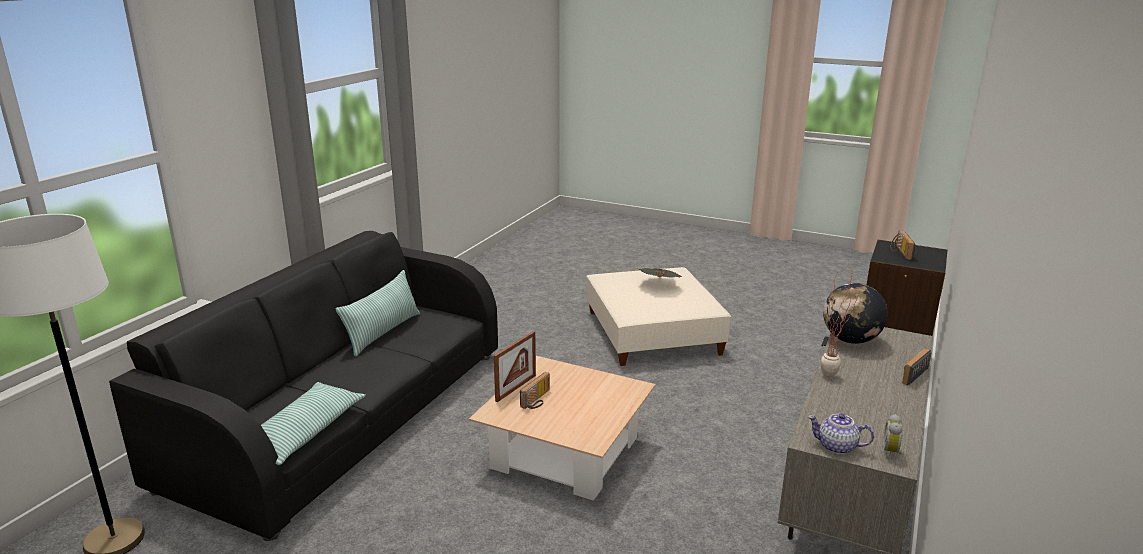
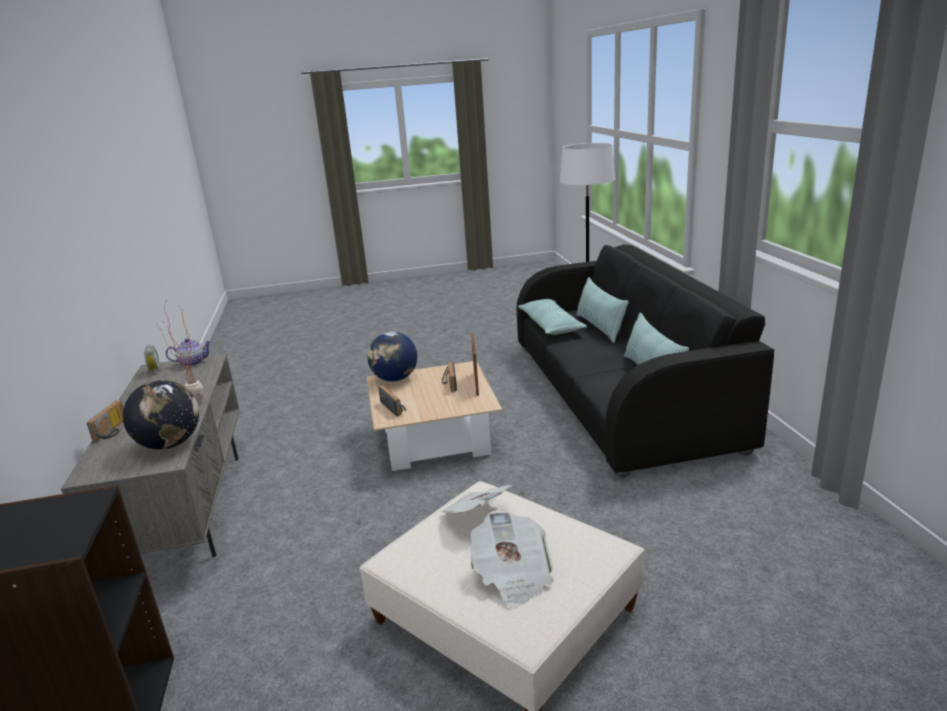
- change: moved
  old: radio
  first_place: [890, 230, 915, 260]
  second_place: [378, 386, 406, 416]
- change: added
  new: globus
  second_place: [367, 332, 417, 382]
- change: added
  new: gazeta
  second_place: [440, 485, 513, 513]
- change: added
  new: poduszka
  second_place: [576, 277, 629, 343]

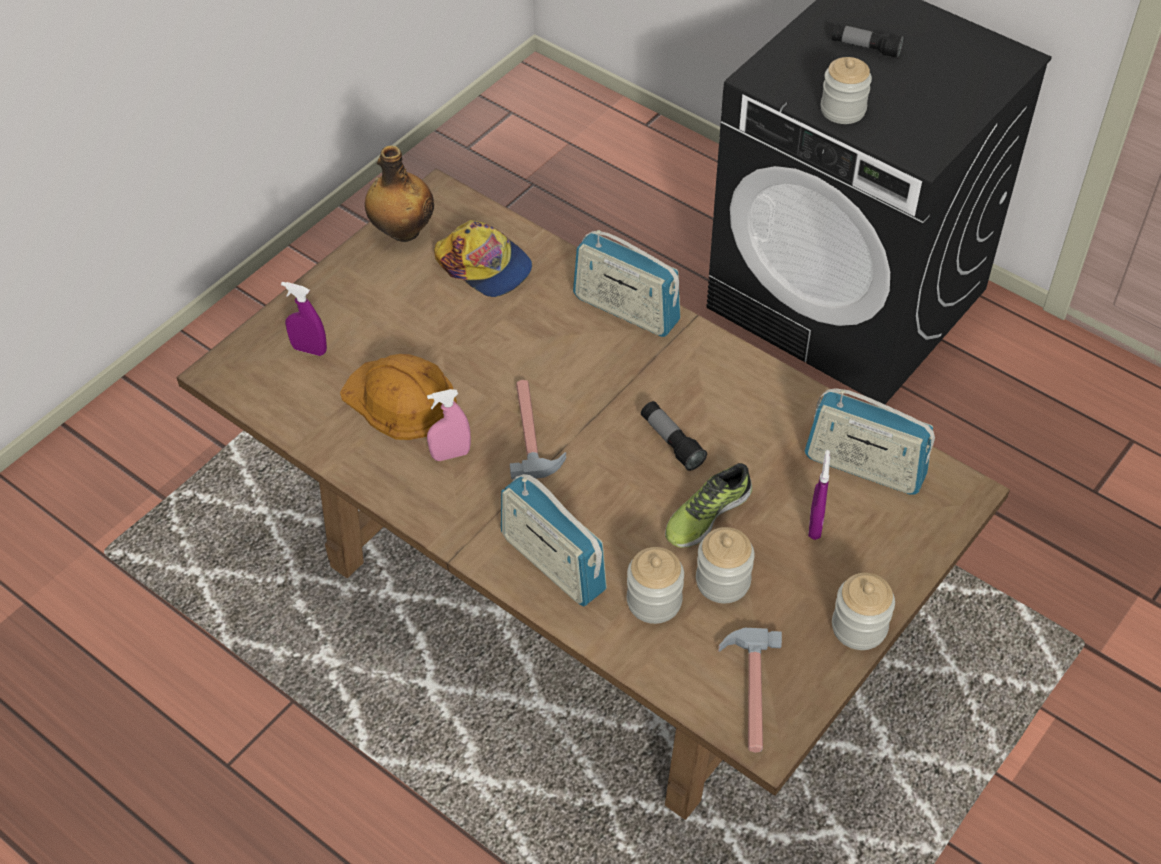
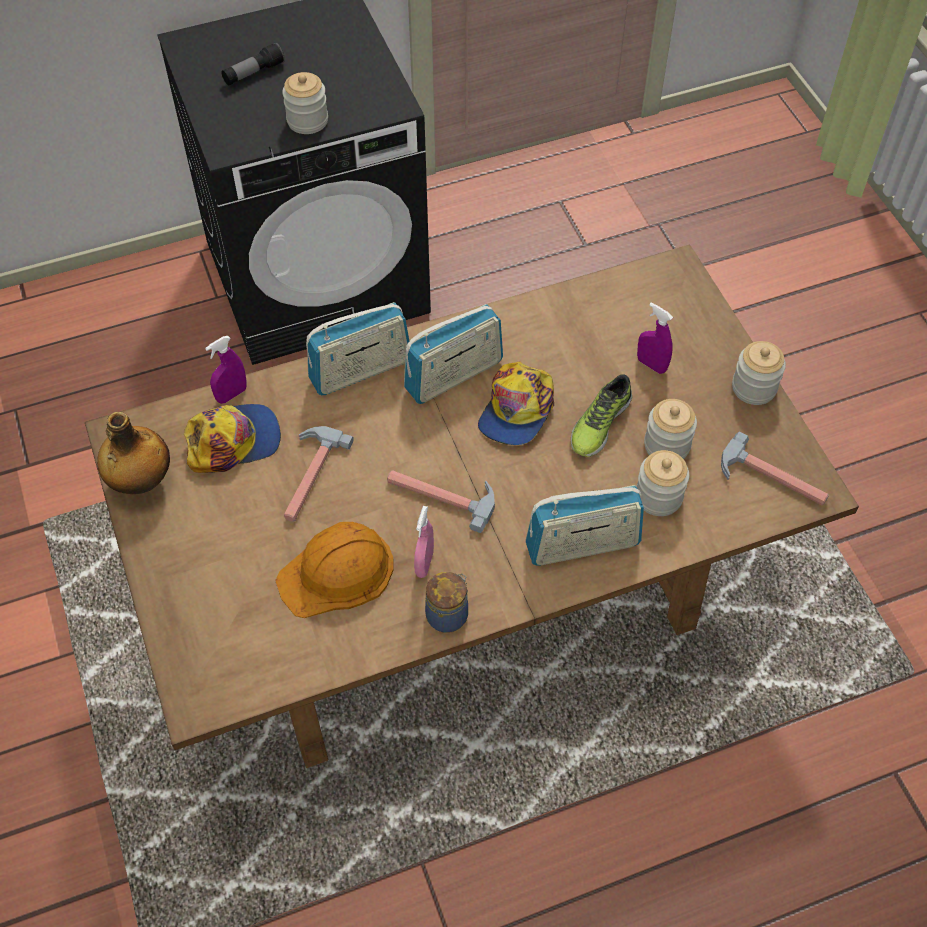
- change: moved
  old: spryskiwacz (fioletowy)
  first_place: [281, 282, 327, 356]
  second_place: [205, 336, 247, 404]
- change: replaced
  old: latarka
  new: czapka z daszkiem
  first_place: [641, 401, 707, 471]
  second_place: [478, 362, 554, 445]
- change: turned
  old: but
  first_place: [665, 463, 752, 548]
  second_place: [571, 374, 632, 457]
  degrees: 45
- change: moved
  old: radio
  first_place: [805, 388, 935, 495]
  second_place: [404, 304, 503, 404]
- change: added
  new: młotek
  second_place: [284, 426, 354, 521]
- change: added
  new: słoik
  second_place: [425, 572, 468, 633]

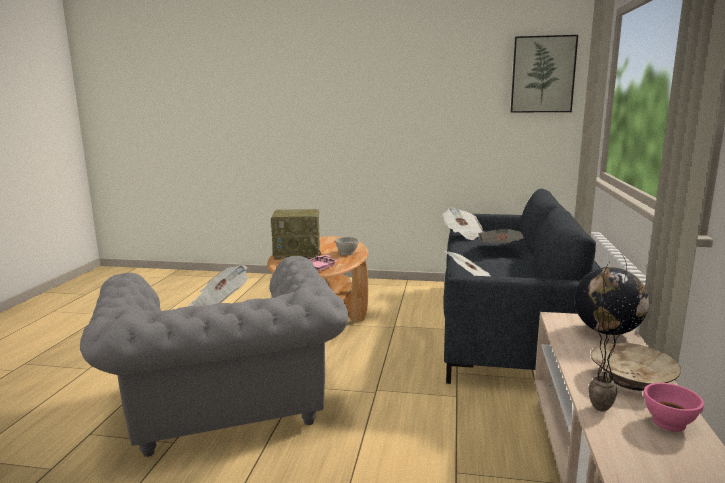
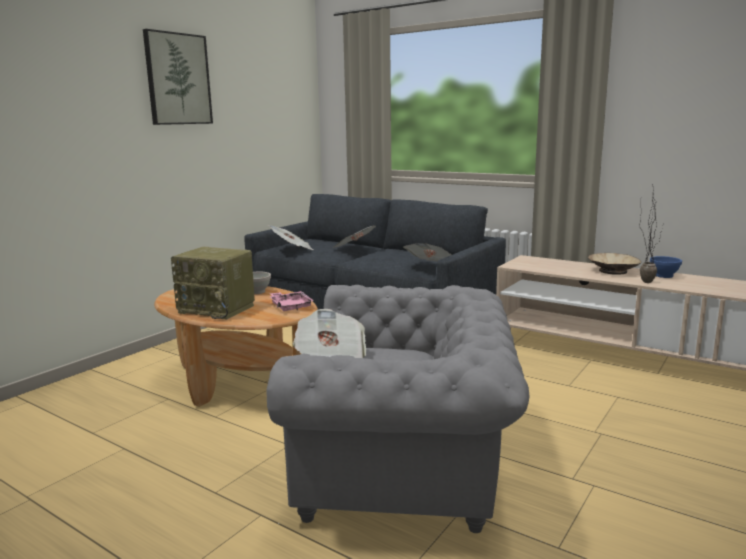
- change: turned
  old: radio
  first_place: [271, 209, 321, 260]
  second_place: [171, 247, 255, 320]
  degrees: 90
- change: moved
  old: obraz
  first_place: [511, 35, 578, 113]
  second_place: [143, 29, 213, 125]
- change: removed
  old: globus
  first_place: [574, 267, 649, 335]
- change: recoloured
  old: miska (różowy)
  new: miska (niebieski)
  first_place: [643, 383, 704, 432]
  second_place: [650, 256, 682, 278]

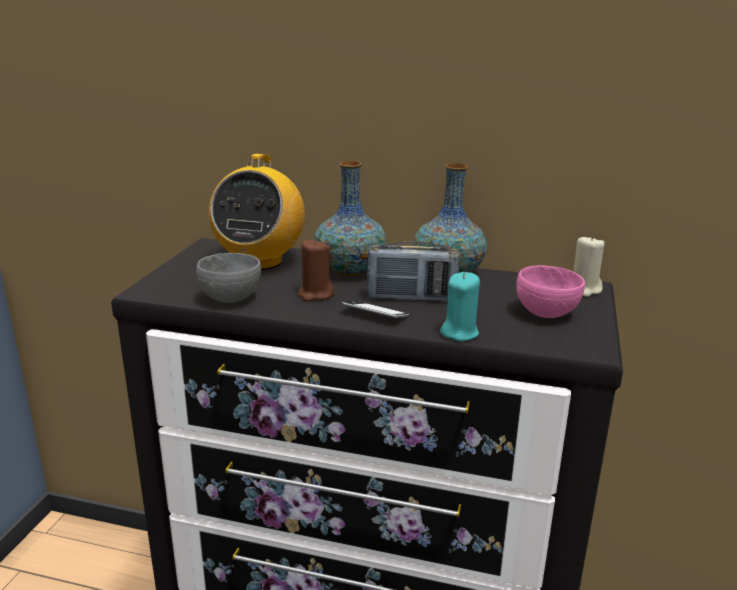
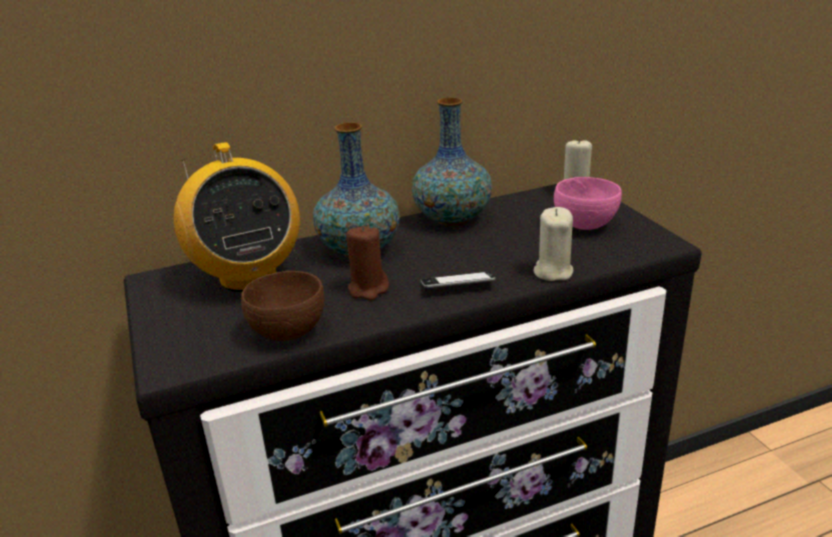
- change: recoloured
  old: miska (szary)
  new: miska (brązowy)
  first_place: [196, 253, 261, 303]
  second_place: [241, 271, 324, 341]
- change: removed
  old: radio
  first_place: [367, 241, 460, 302]
- change: recoloured
  old: świeca (turkusowy)
  new: świeca (beżowy)
  first_place: [440, 272, 480, 341]
  second_place: [533, 207, 573, 281]

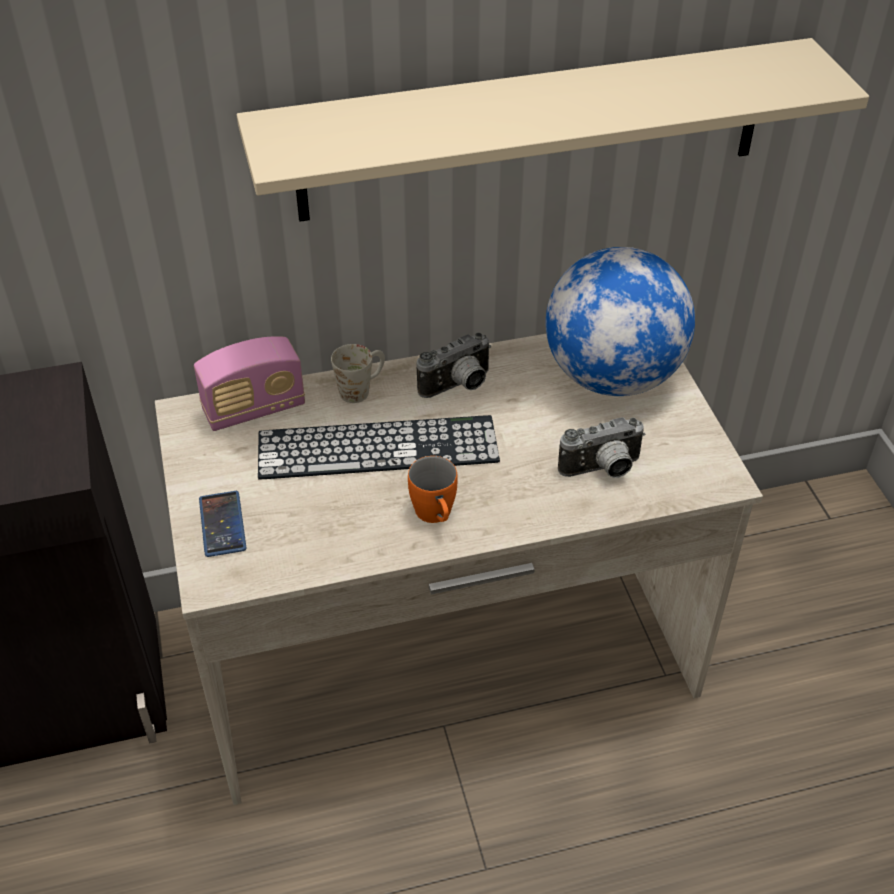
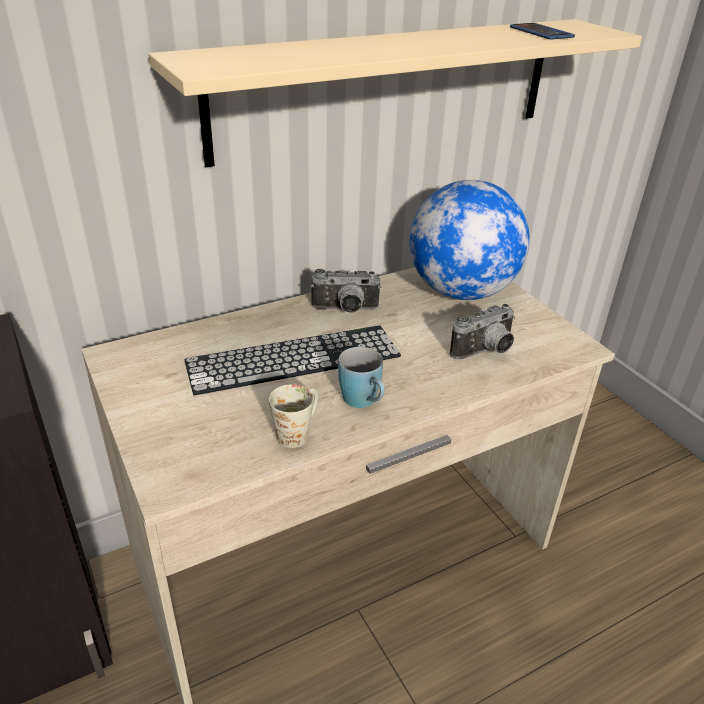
- change: removed
  old: radio
  first_place: [194, 336, 305, 431]
- change: moved
  old: telefon
  first_place: [199, 491, 247, 557]
  second_place: [510, 23, 575, 40]
- change: moved
  old: kubek (biały)
  first_place: [331, 344, 385, 403]
  second_place: [269, 384, 319, 448]
- change: recoloured
  old: kubek (pomarańczowy)
  new: kubek (niebieski)
  first_place: [408, 456, 458, 523]
  second_place: [338, 347, 385, 408]
- change: turned
  old: aparat fotograficzny
  first_place: [417, 332, 491, 398]
  second_place: [311, 269, 381, 313]
  degrees: 45

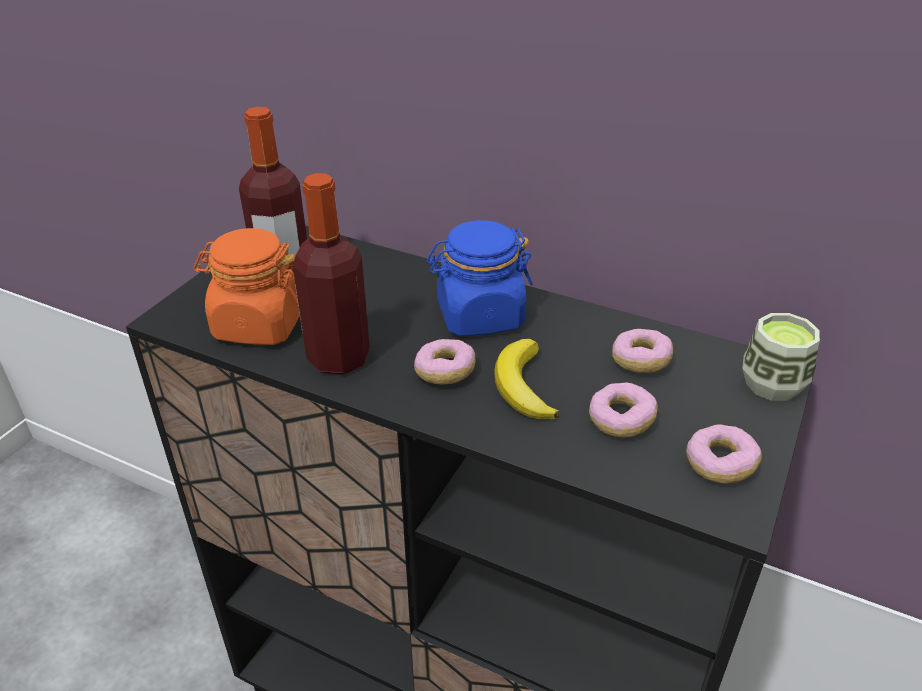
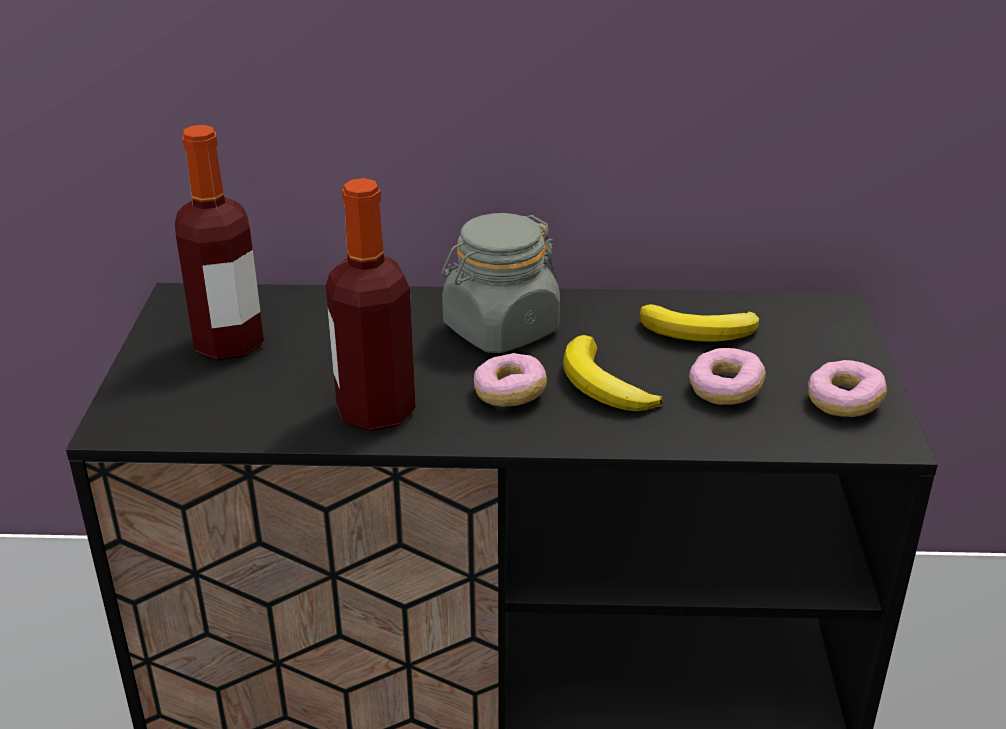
- change: removed
  old: słoik (pomarańczowy)
  first_place: [193, 228, 300, 345]
- change: recoloured
  old: słoik (niebieski)
  new: słoik (szary)
  first_place: [426, 220, 533, 336]
  second_place: [442, 213, 560, 353]
- change: replaced
  old: donut
  new: banan
  first_place: [612, 329, 673, 373]
  second_place: [639, 304, 759, 342]
- change: removed
  old: filiżanka
  first_place: [742, 313, 820, 401]

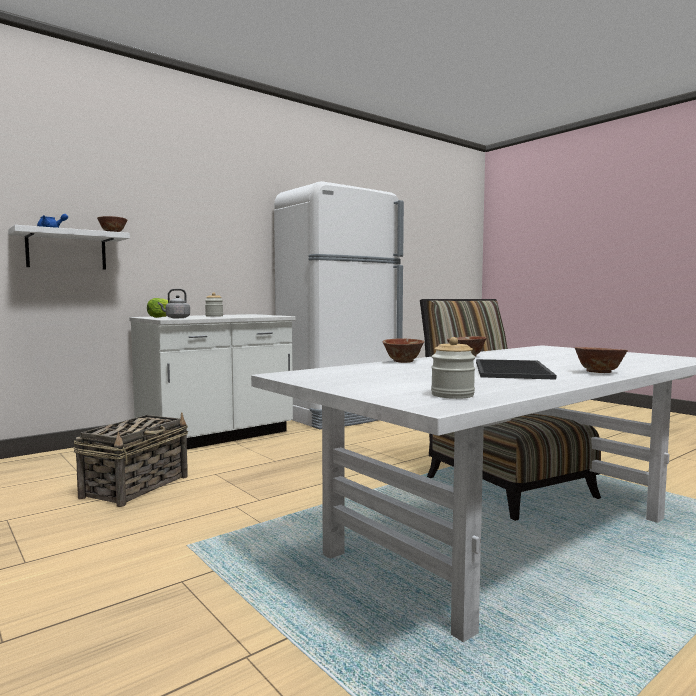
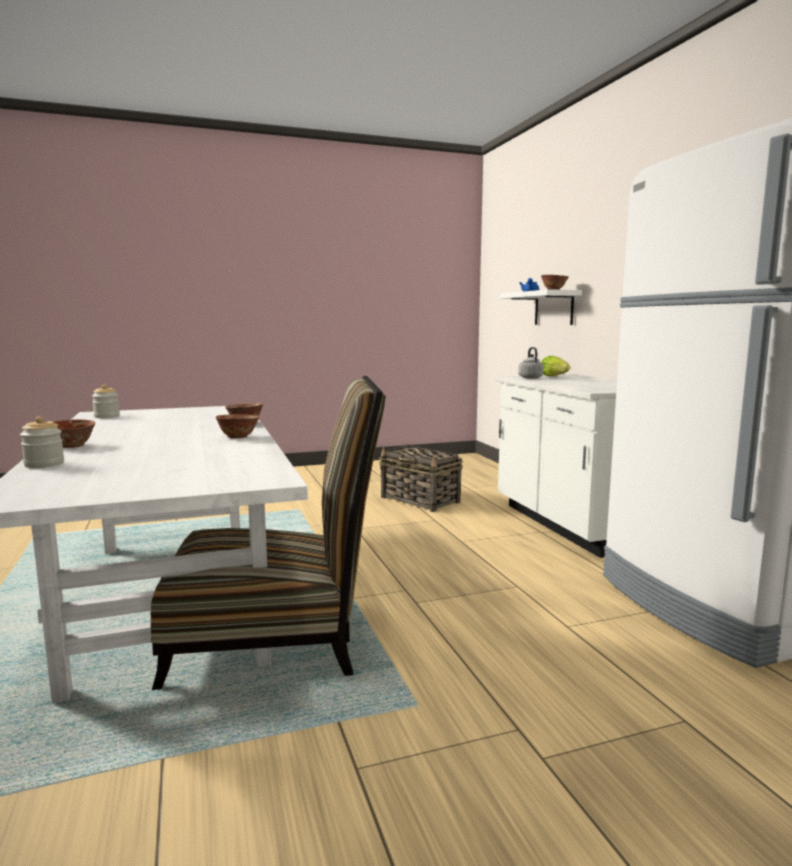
- change: moved
  old: słoik
  first_place: [205, 292, 223, 317]
  second_place: [20, 416, 64, 468]
- change: removed
  old: taca
  first_place: [476, 359, 556, 380]

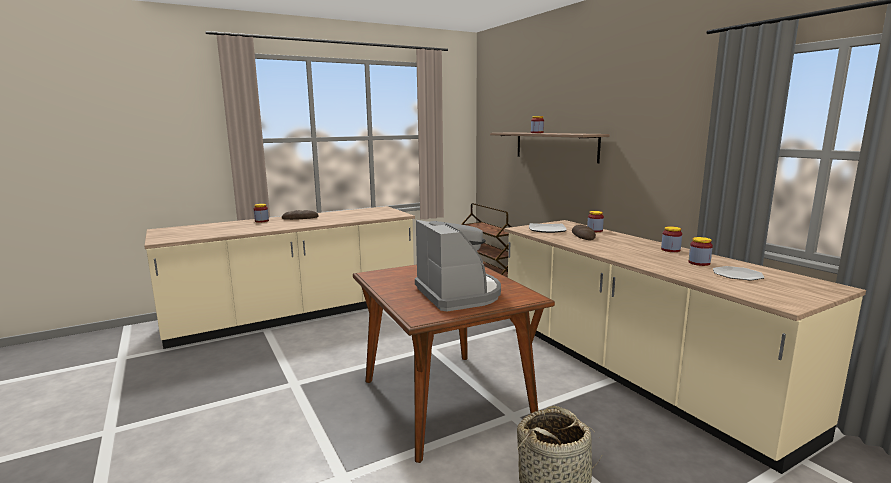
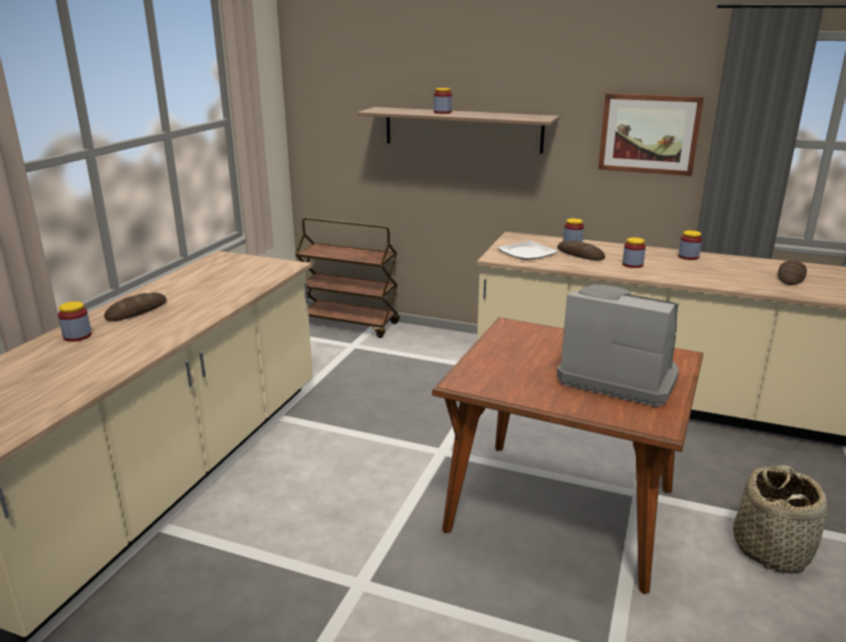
- change: moved
  old: słoik
  first_place: [688, 237, 713, 266]
  second_place: [622, 237, 646, 268]
- change: replaced
  old: talerz
  new: chleb
  first_place: [713, 266, 765, 280]
  second_place: [778, 260, 807, 285]
- change: added
  new: obraz
  second_place: [598, 93, 704, 176]

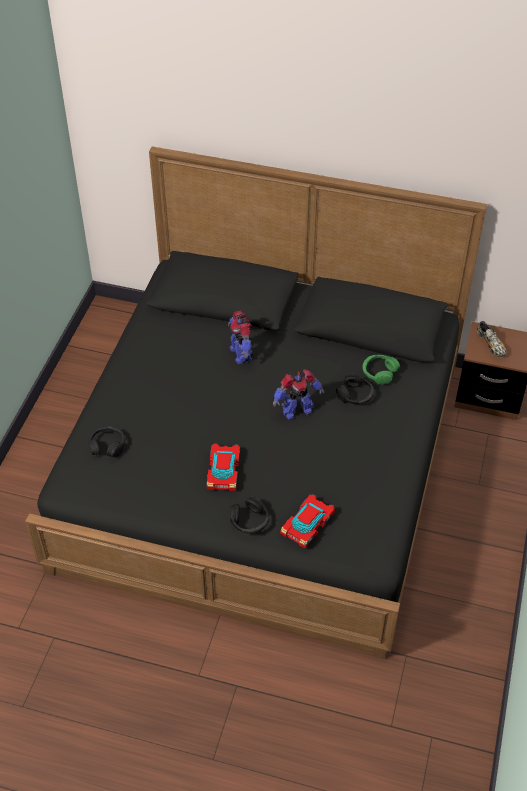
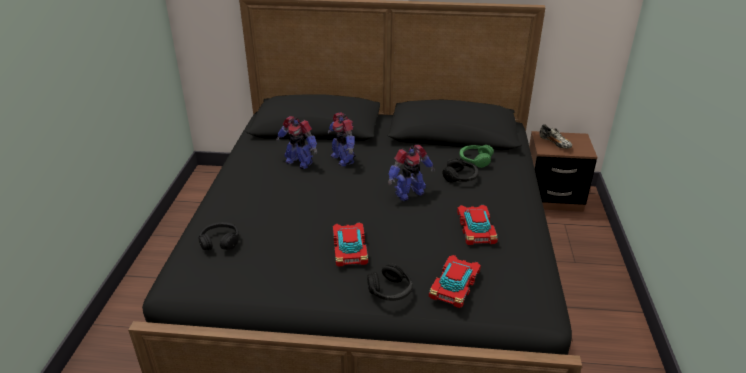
- change: added
  new: robot zabawkowy
  second_place: [276, 116, 317, 169]
- change: added
  new: samochodzik
  second_place: [457, 205, 498, 245]

